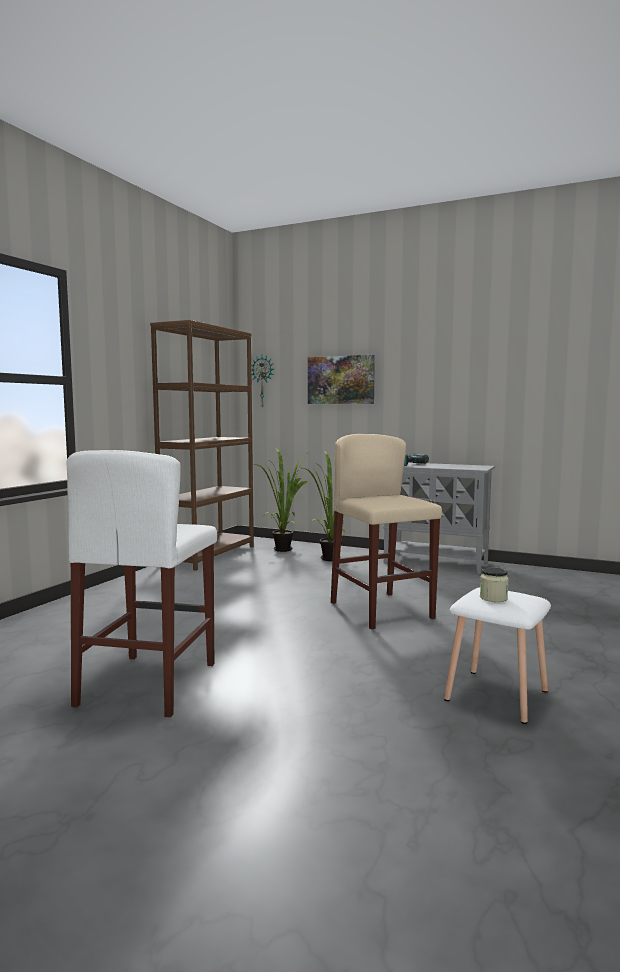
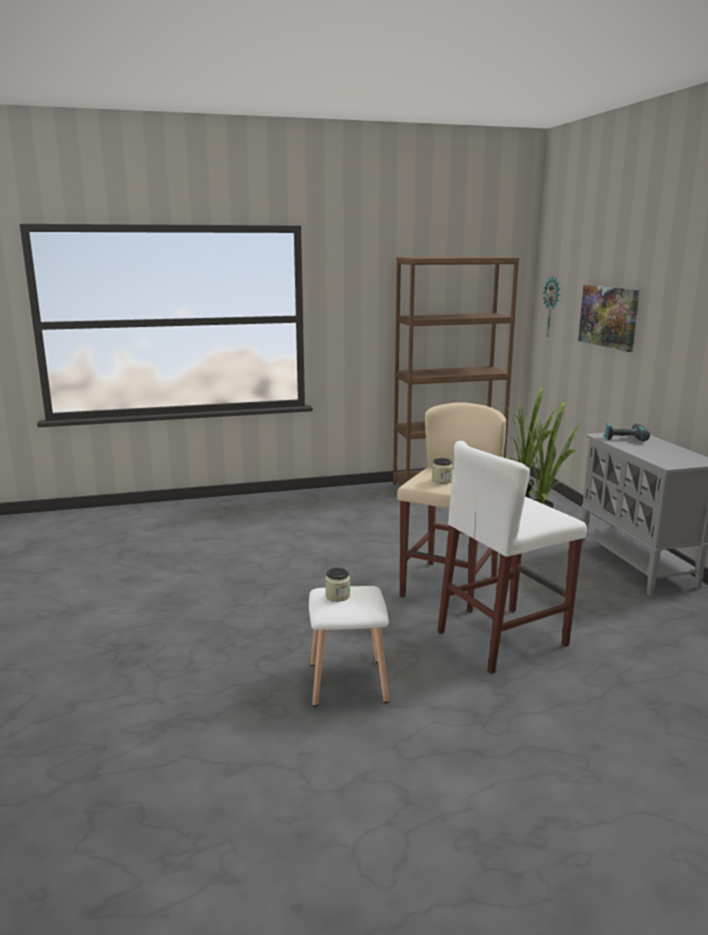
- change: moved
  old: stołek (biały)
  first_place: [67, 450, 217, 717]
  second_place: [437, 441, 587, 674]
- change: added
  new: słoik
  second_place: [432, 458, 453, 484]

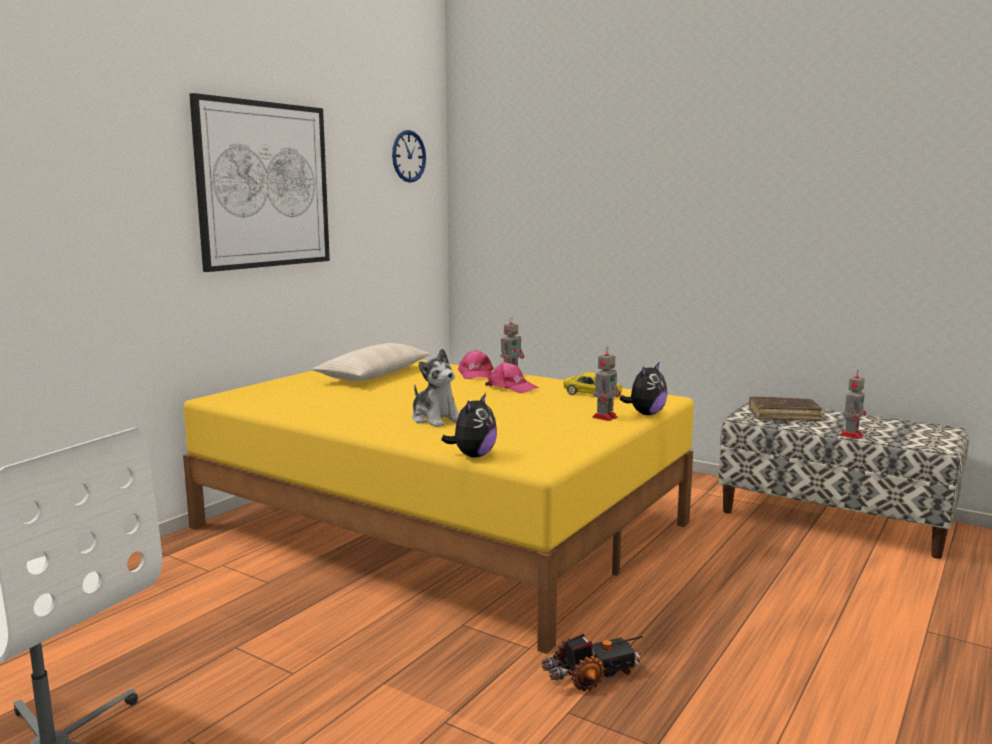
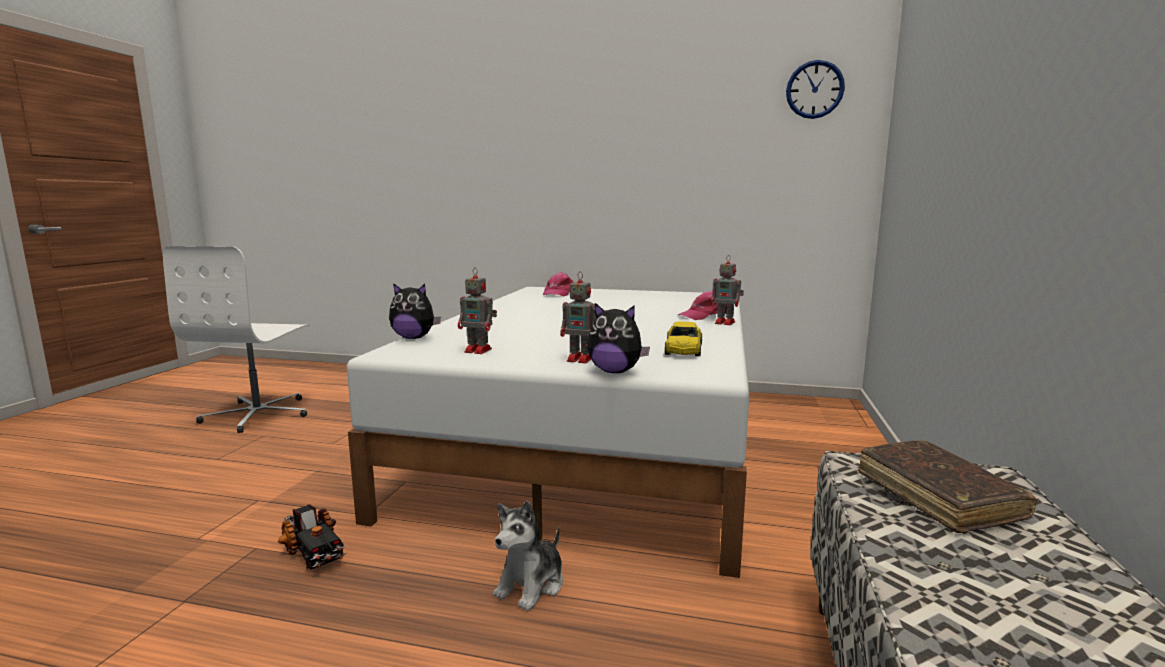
- change: recoloured
  old: łóżko (żółty)
  new: łóżko (biały)
  first_place: [183, 360, 694, 654]
  second_place: [347, 287, 749, 578]
- change: removed
  old: obraz
  first_place: [189, 93, 330, 272]
- change: removed
  old: poduszka (beżowy)
  first_place: [312, 343, 430, 381]
- change: moved
  old: pluszak
  first_place: [412, 349, 459, 427]
  second_place: [493, 501, 563, 611]
- change: moved
  old: czapka z daszkiem (różowy)
  first_place: [485, 362, 539, 393]
  second_place: [543, 272, 573, 296]
- change: moved
  old: robot zabawkowy
  first_place: [840, 370, 866, 439]
  second_place: [458, 269, 497, 354]

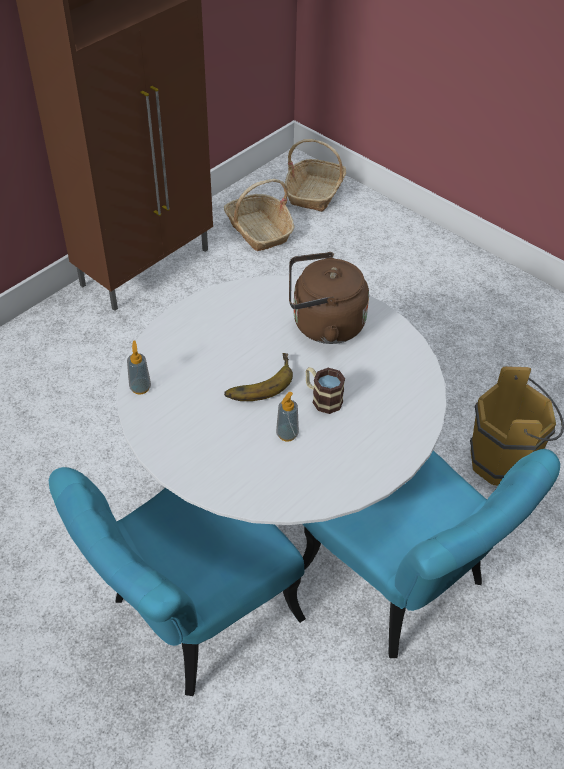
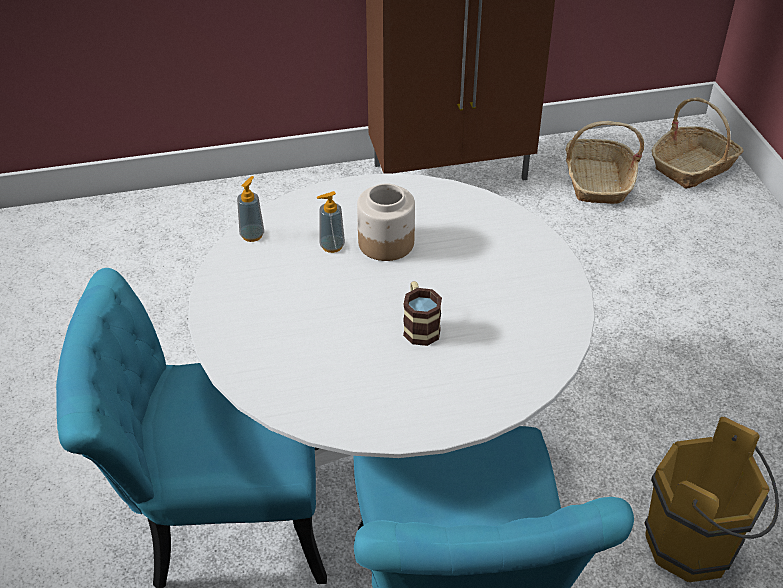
- change: removed
  old: banan
  first_place: [224, 353, 293, 401]
- change: moved
  old: dozownik mydła
  first_place: [276, 392, 299, 441]
  second_place: [317, 191, 345, 253]
- change: removed
  old: czajnik (brązowy)
  first_place: [289, 252, 369, 344]
- change: added
  new: słoik
  second_place: [357, 183, 415, 261]

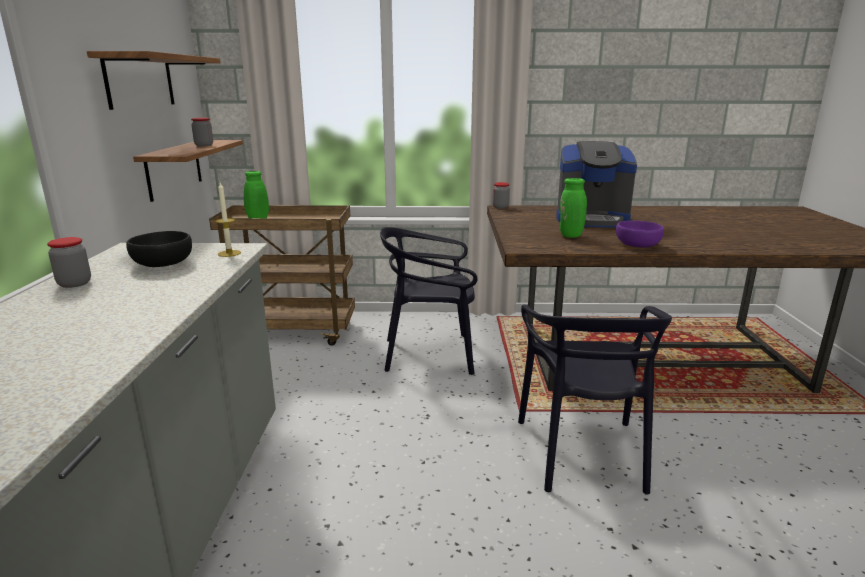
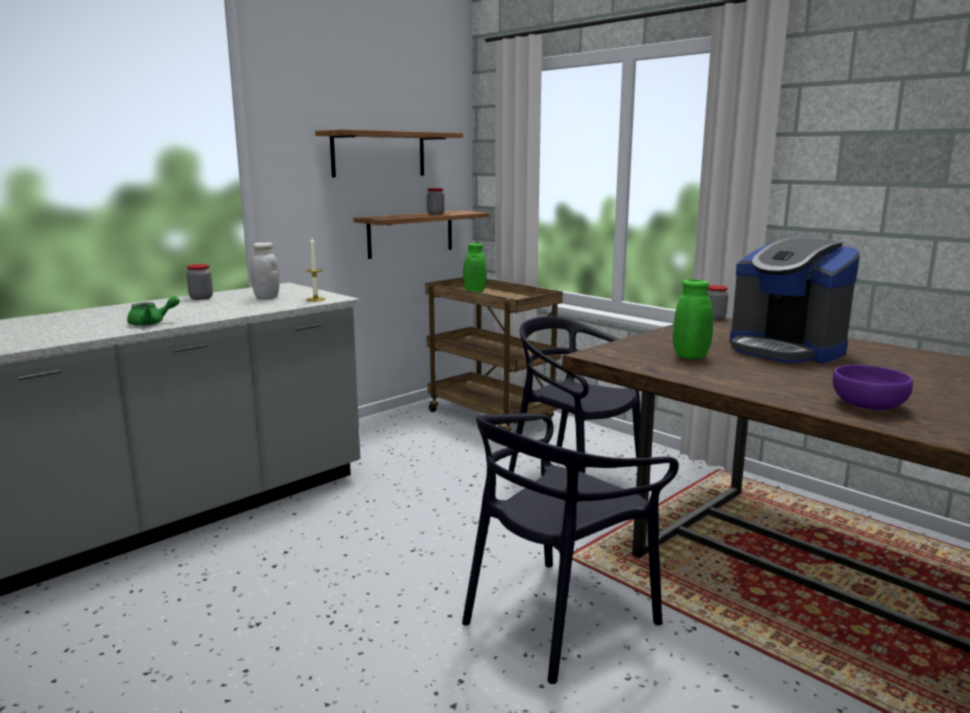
- change: replaced
  old: miska (czarny)
  new: słoik (biały)
  first_place: [126, 231, 192, 267]
  second_place: [251, 242, 279, 299]
- change: moved
  old: miska (fioletowy)
  first_place: [616, 221, 664, 247]
  second_place: [833, 365, 913, 410]
- change: added
  new: imbryk (zielony)
  second_place: [127, 296, 180, 326]

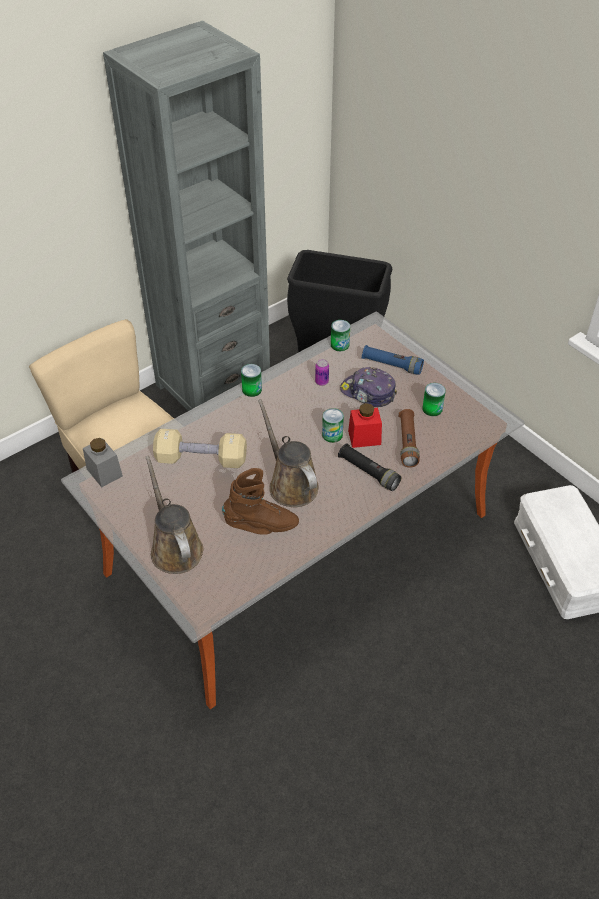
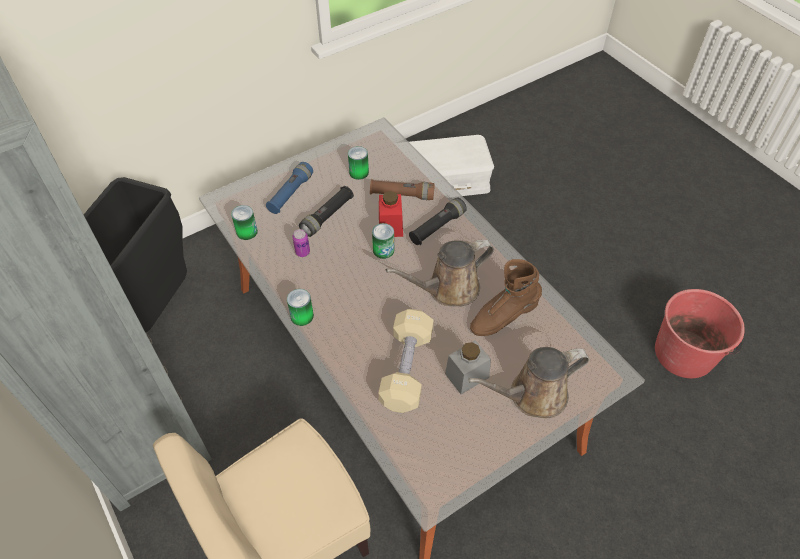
- change: moved
  old: słoik (szary)
  first_place: [83, 438, 123, 487]
  second_place: [445, 340, 491, 394]
- change: turned
  old: but z cholewką (brązowy)
  first_place: [222, 468, 299, 535]
  second_place: [470, 259, 542, 336]
  degrees: -120
- change: replaced
  old: czapka z daszkiem
  new: latarka (czarny)
  first_place: [340, 367, 397, 407]
  second_place: [299, 186, 354, 237]
- change: added
  new: wiadro (czerwony)
  second_place: [655, 289, 745, 378]

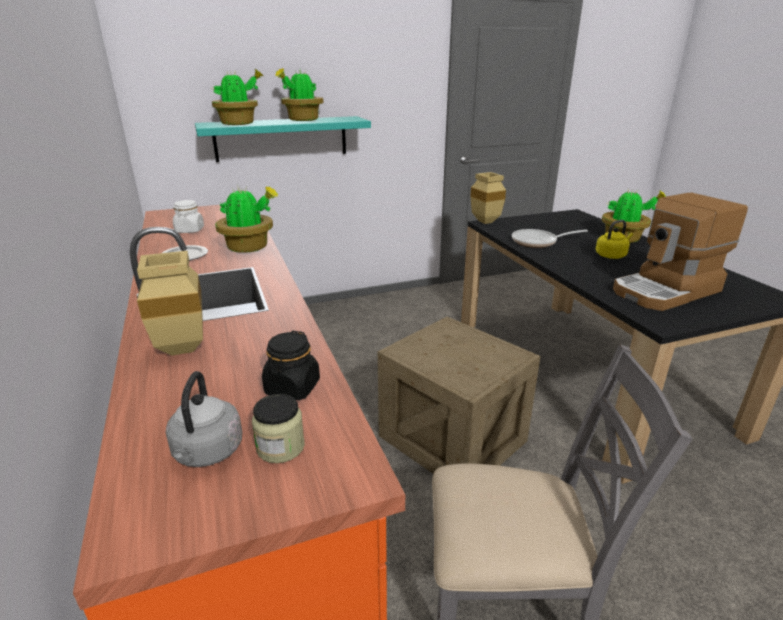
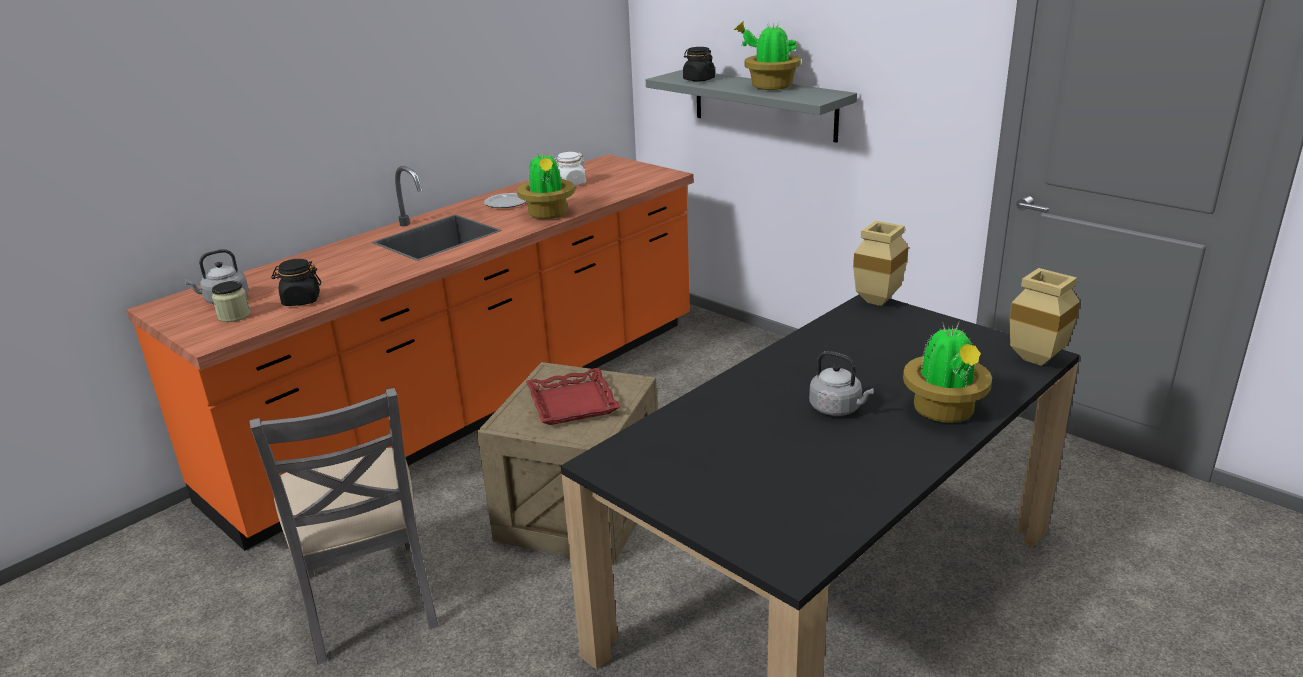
- change: moved
  old: wazon (beżowy)
  first_place: [137, 251, 203, 355]
  second_place: [1009, 268, 1080, 366]
- change: recoloured
  old: półka (turkusowy)
  new: półka (szary)
  first_place: [195, 116, 371, 162]
  second_place: [646, 70, 857, 143]
- change: replaced
  old: roślina doniczkowa
  new: słoik (czarny)
  first_place: [212, 69, 264, 125]
  second_place: [683, 47, 715, 82]
- change: removed
  old: patelnia
  first_place: [512, 229, 588, 248]
- change: recoloured
  old: czajnik (żółty)
  new: czajnik (szary)
  first_place: [596, 220, 633, 259]
  second_place: [809, 351, 874, 416]
- change: removed
  old: ekspres do kawy
  first_place: [613, 193, 748, 311]
- change: added
  new: taca (czerwony)
  second_place: [526, 368, 620, 425]

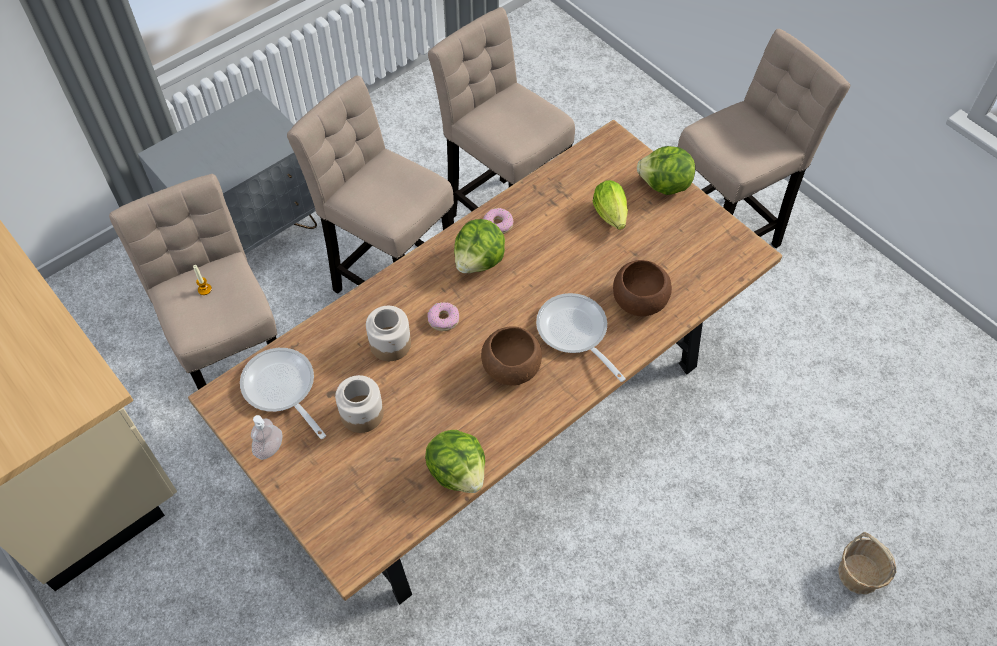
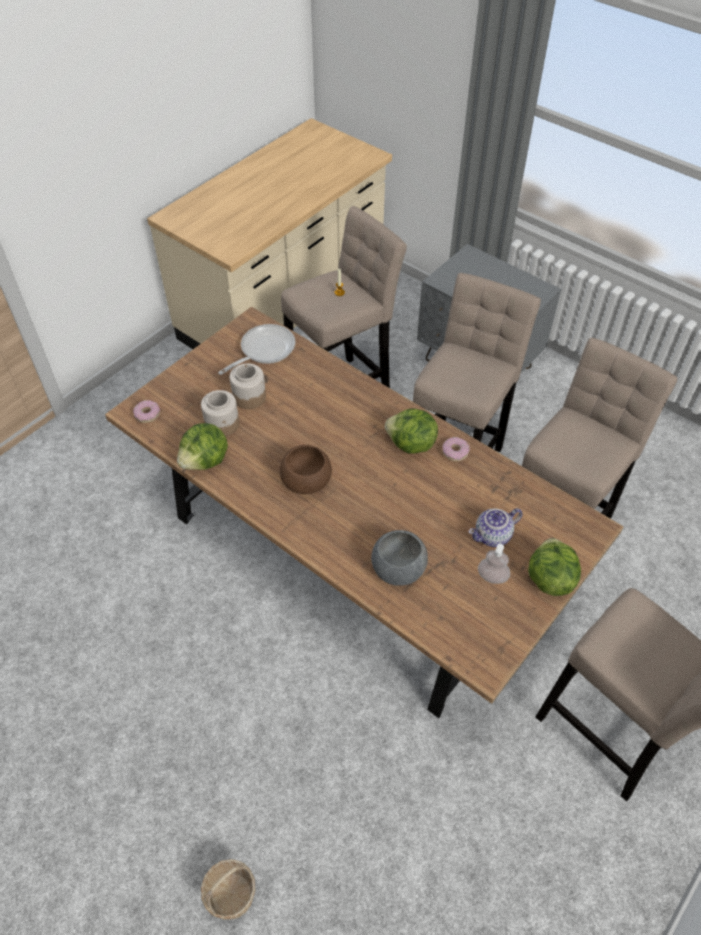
- change: moved
  old: dozownik mydła
  first_place: [251, 415, 282, 460]
  second_place: [478, 544, 510, 584]
- change: moved
  old: słoik
  first_place: [366, 306, 411, 361]
  second_place: [201, 390, 239, 436]
- change: moved
  old: donut
  first_place: [427, 302, 459, 331]
  second_place: [133, 400, 160, 423]
- change: removed
  old: patelnia
  first_place: [536, 293, 626, 382]
- change: replaced
  old: sałata
  new: imbryk
  first_place: [593, 180, 628, 230]
  second_place: [468, 508, 523, 547]
- change: recoloured
  old: miska (brązowy)
  new: miska (szary)
  first_place: [613, 260, 672, 316]
  second_place: [371, 530, 428, 586]

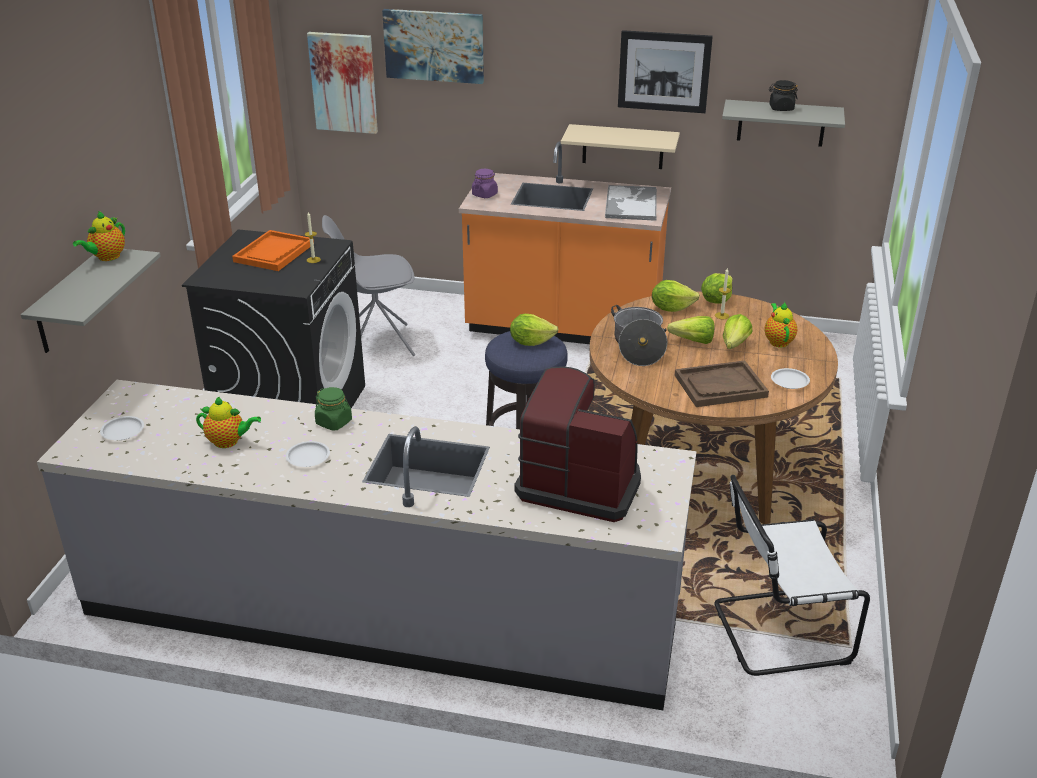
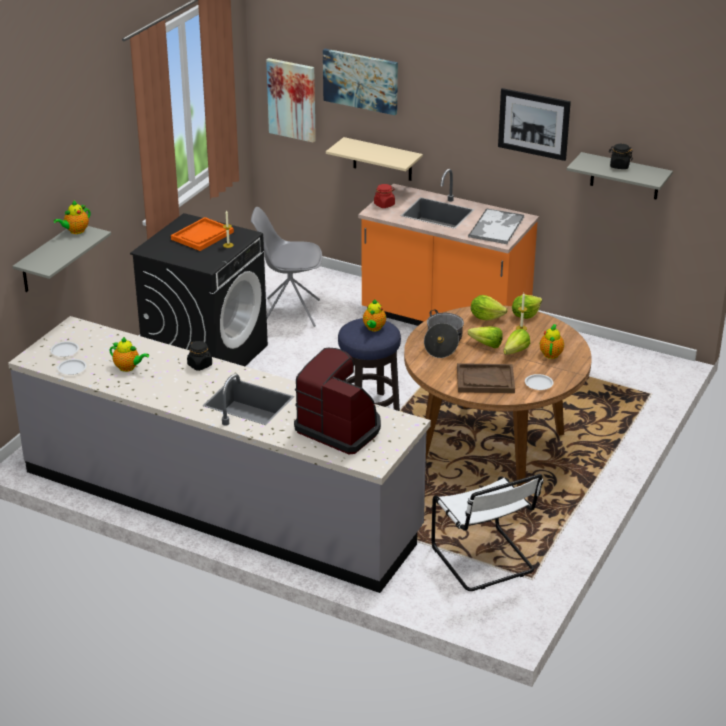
- change: moved
  old: talerz (biały)
  first_place: [286, 441, 330, 467]
  second_place: [57, 359, 87, 375]
- change: recoloured
  old: słoik (zielony)
  new: słoik (czarny)
  first_place: [315, 387, 352, 431]
  second_place: [187, 341, 212, 371]
- change: recoloured
  old: słoik (fioletowy)
  new: słoik (czerwony)
  first_place: [472, 169, 498, 198]
  second_place: [374, 184, 395, 208]
- change: replaced
  old: sałata
  new: imbryk
  first_place: [510, 314, 559, 346]
  second_place: [363, 299, 386, 331]
- change: moved
  old: półka (beżowy)
  first_place: [561, 124, 680, 169]
  second_place: [326, 137, 423, 181]
- change: turned
  old: krzesło (biały)
  first_place: [714, 475, 870, 676]
  second_place: [431, 474, 543, 591]
  degrees: -120

